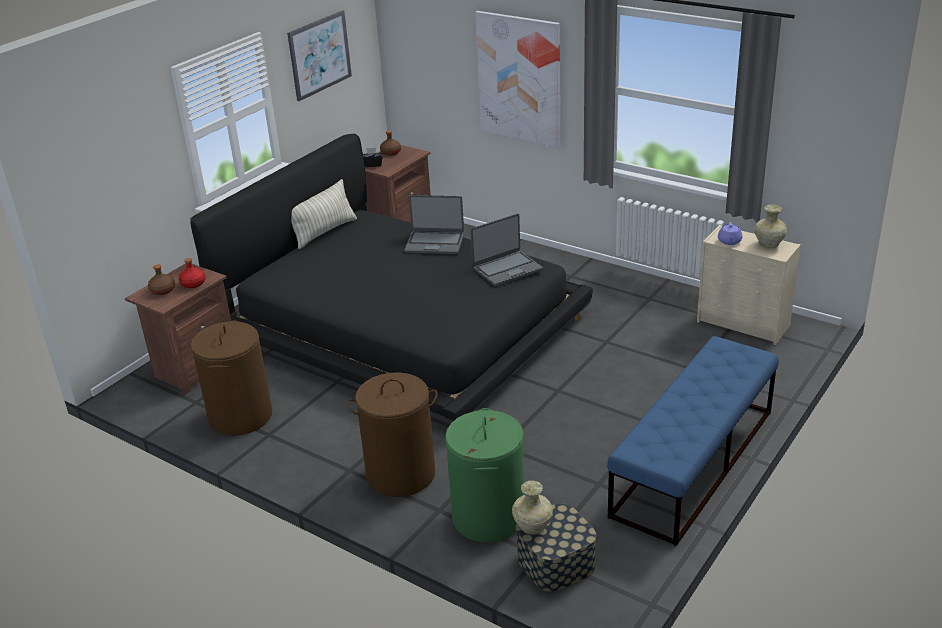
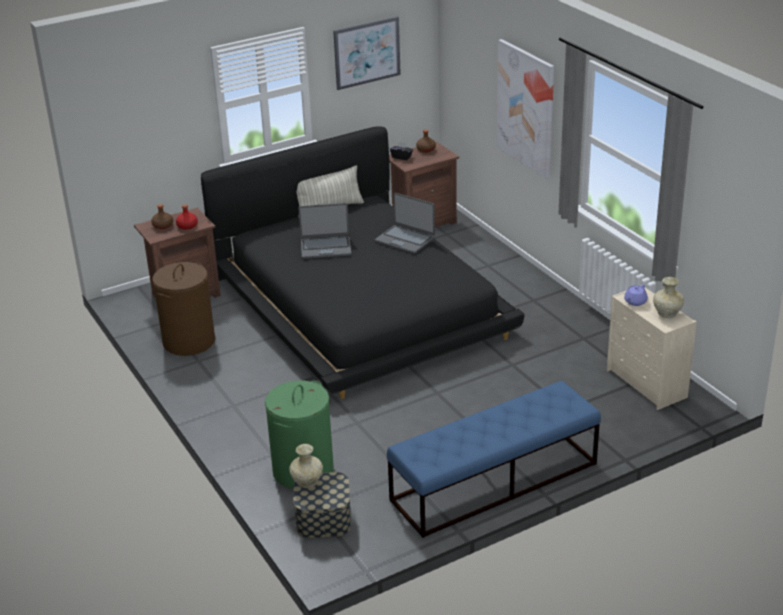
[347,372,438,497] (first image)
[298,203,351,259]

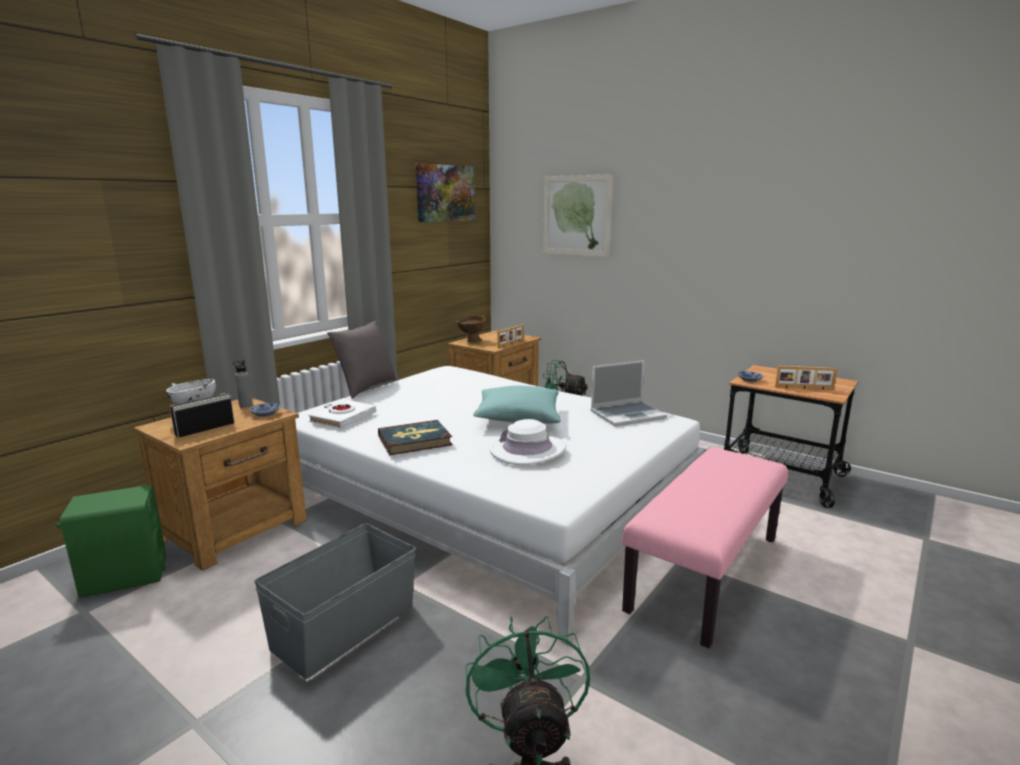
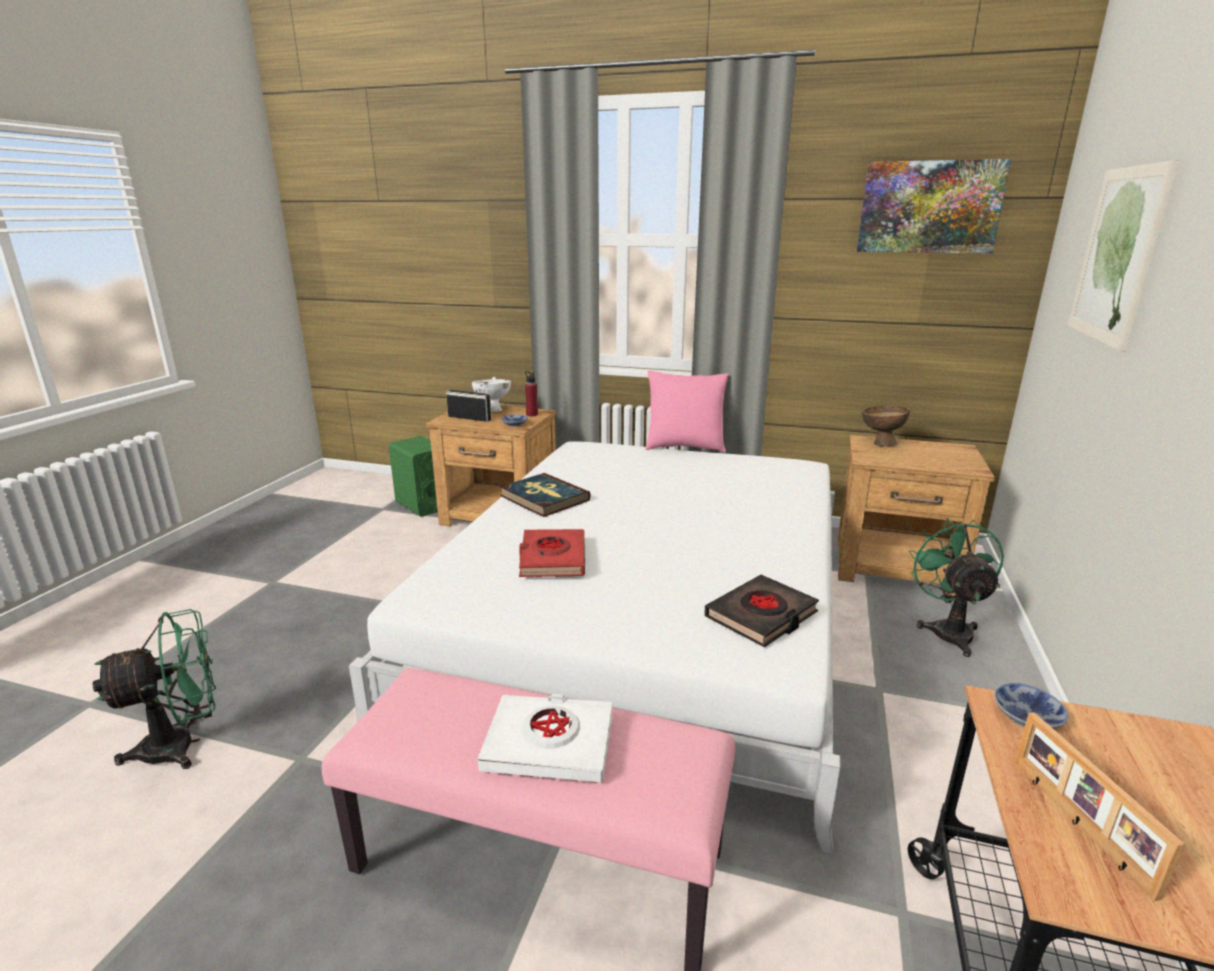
[525,371,538,416]
[254,524,416,679] (first image)
[478,694,612,782]
[645,370,729,452]
[473,385,561,423] (first image)
[519,529,585,577]
[497,325,524,348] (first image)
[704,575,819,647]

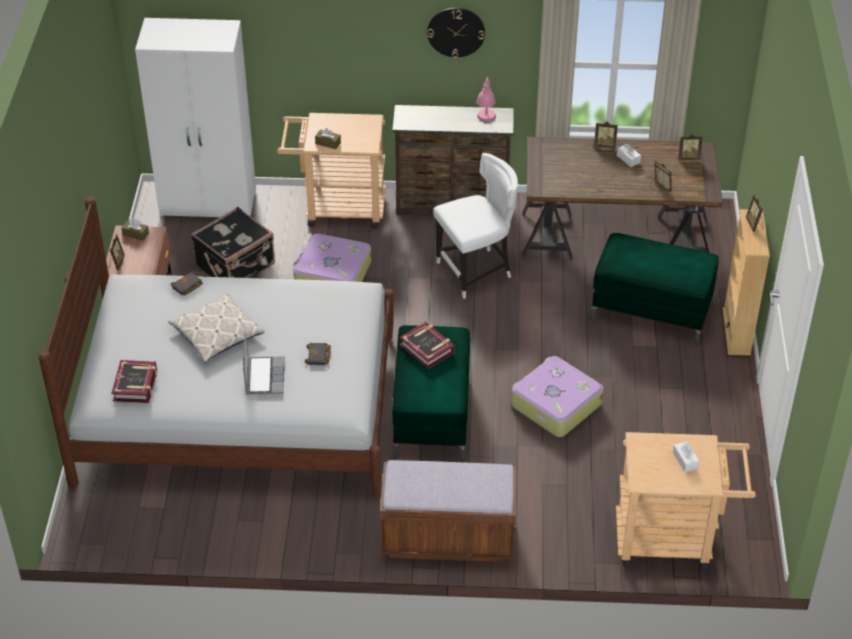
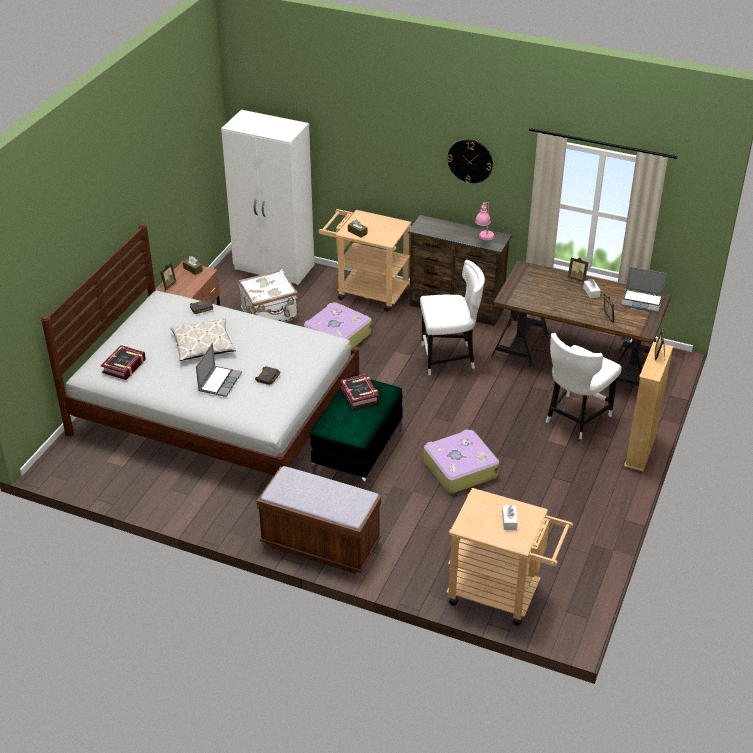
[238,270,299,322]
[546,333,622,439]
[621,267,667,313]

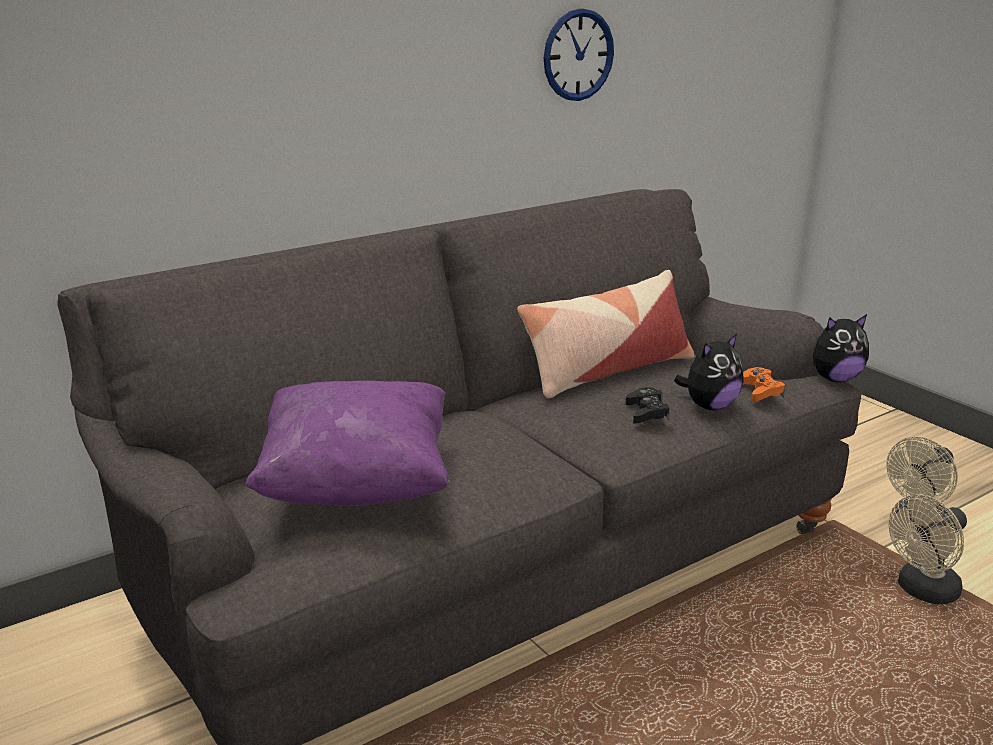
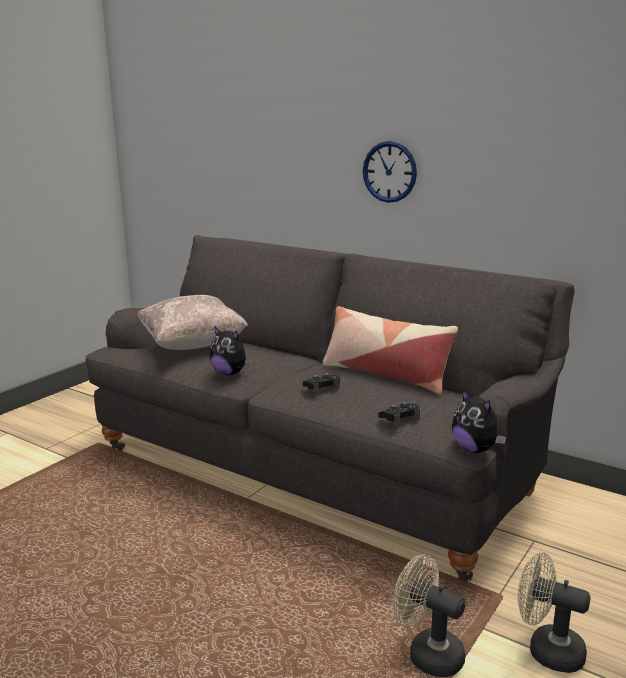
[137,295,248,350]
[363,141,417,203]
[210,326,253,375]
[379,402,420,426]

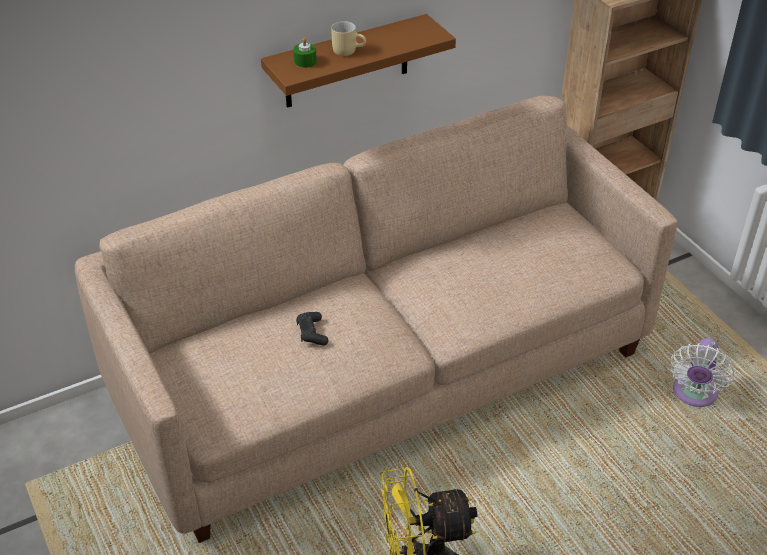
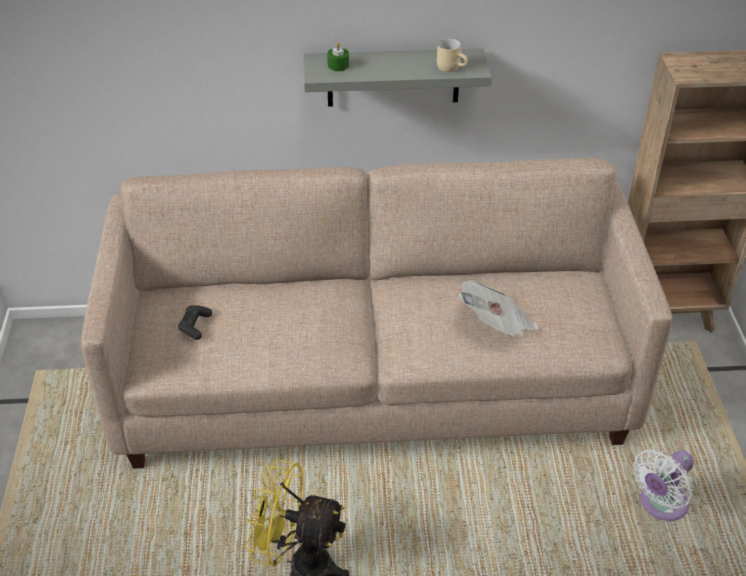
[303,48,492,107]
[178,305,212,340]
[437,38,468,72]
[458,280,539,337]

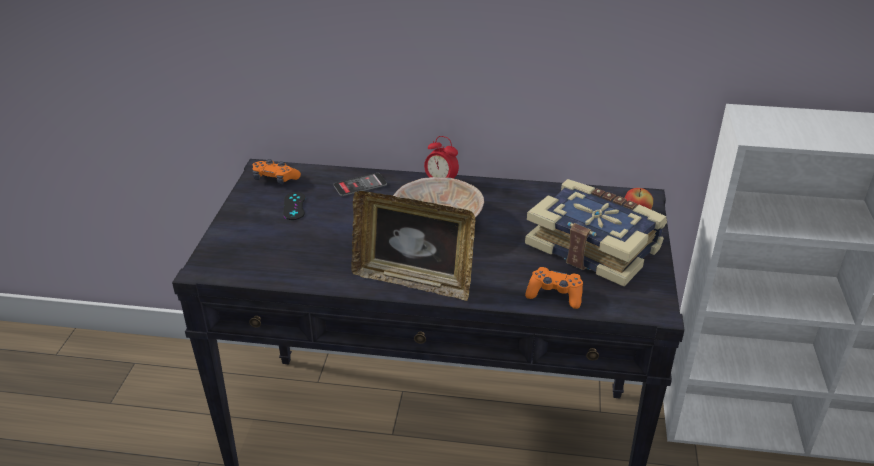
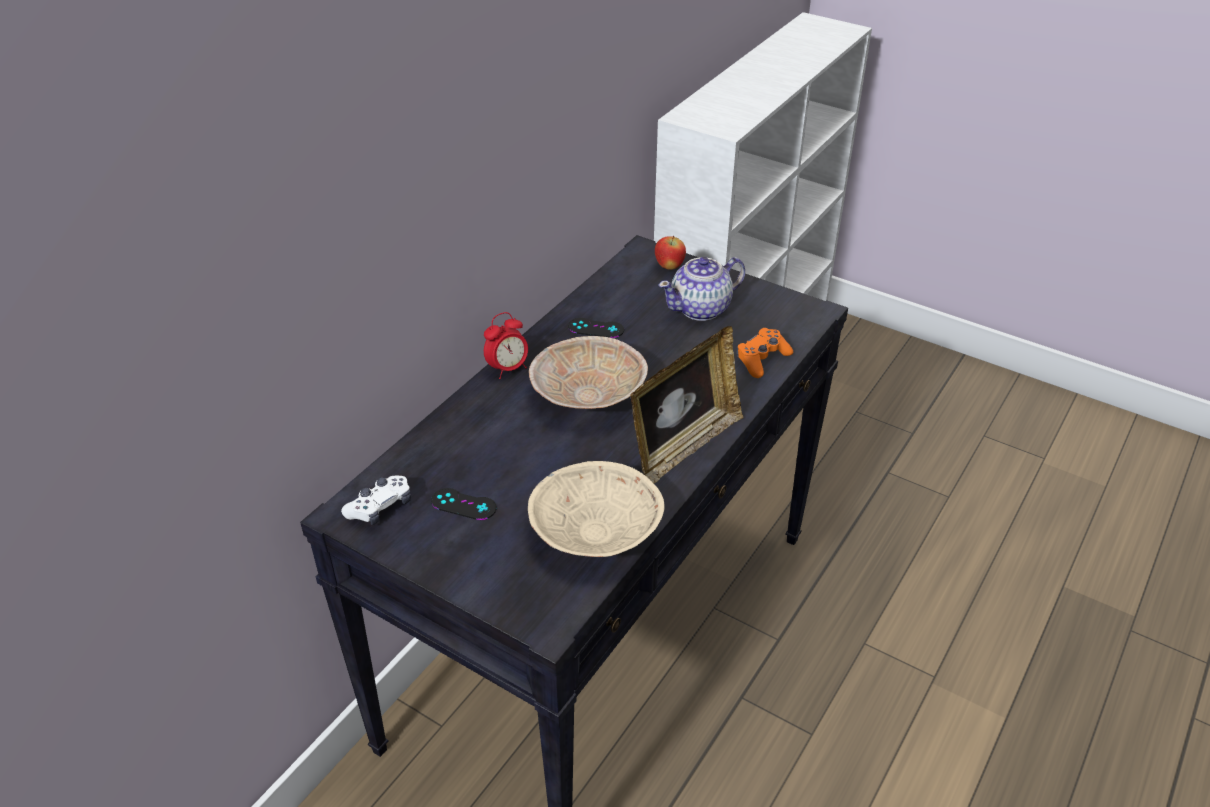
[341,476,411,525]
[333,173,387,196] (first image)
[659,257,745,321]
[528,461,665,557]
[568,318,624,338]

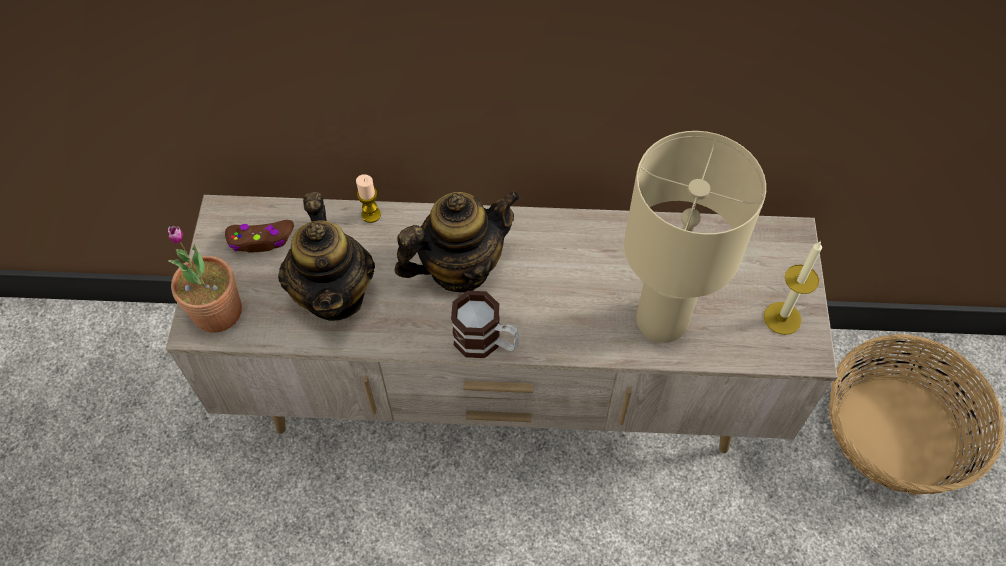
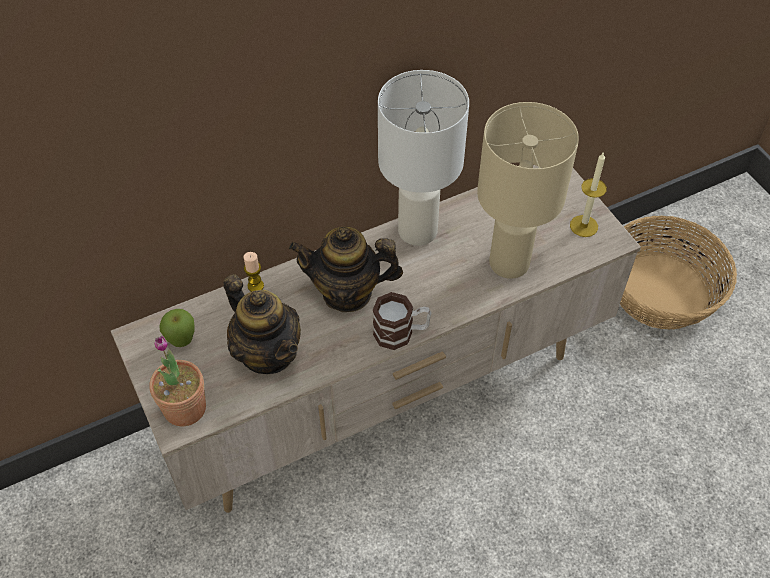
[159,309,195,347]
[289,227,403,312]
[378,70,469,246]

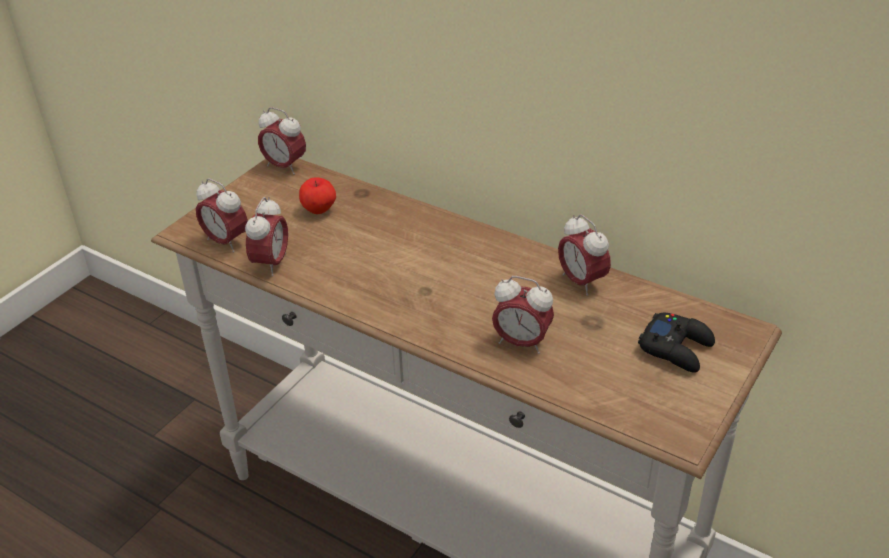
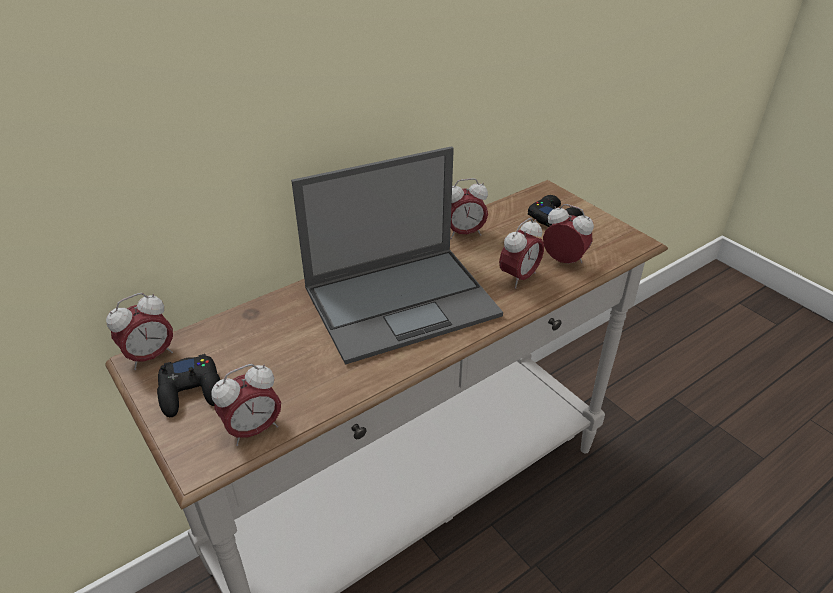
[543,204,594,264]
[299,177,336,214] (first image)
[157,354,220,417]
[291,146,503,365]

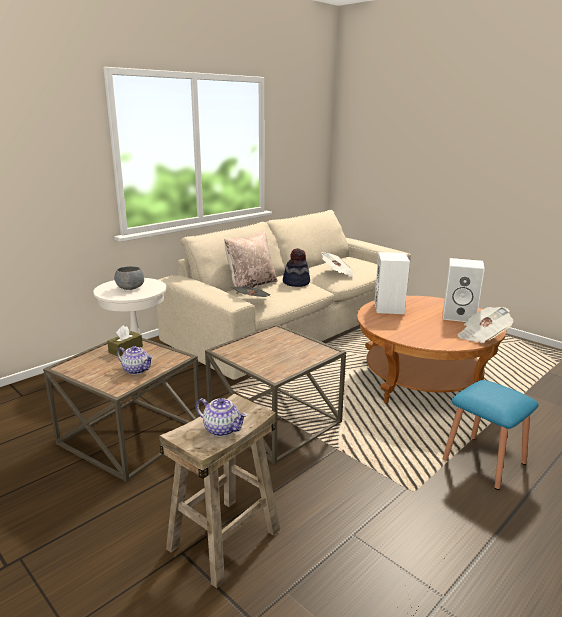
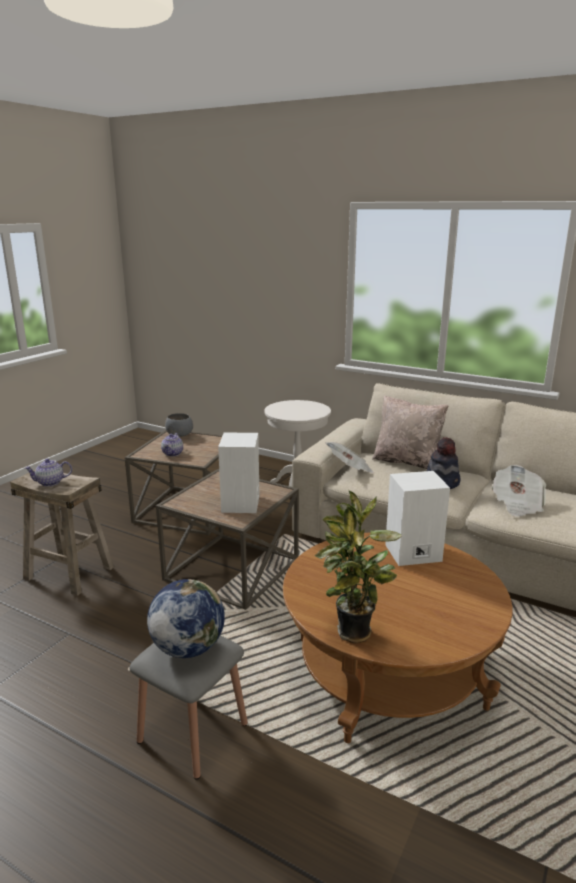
[107,325,143,356] (first image)
[165,413,193,437]
[25,459,72,486]
[130,635,248,780]
[218,432,259,513]
[314,490,402,644]
[147,579,225,658]

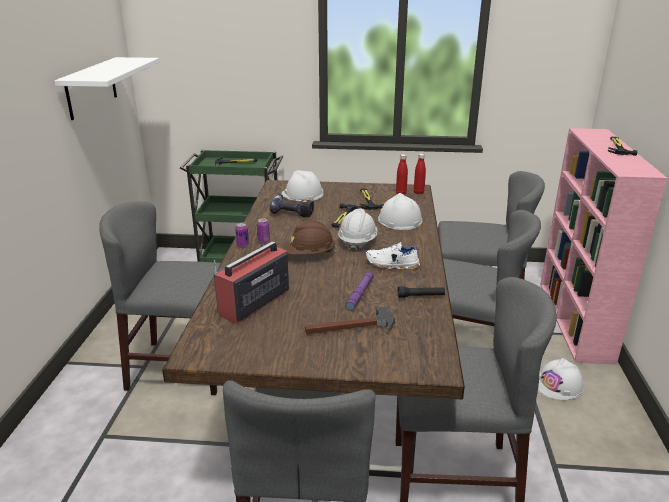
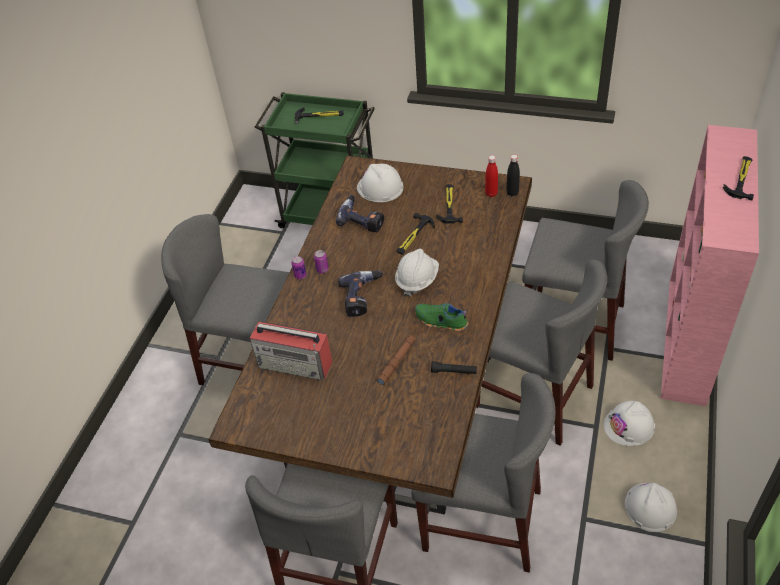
[54,57,159,120] (first image)
[250,322,332,380]
[338,270,384,317]
[305,306,395,334] (first image)
[377,335,416,385]
[415,303,469,331]
[625,483,677,532]
[506,155,520,196]

